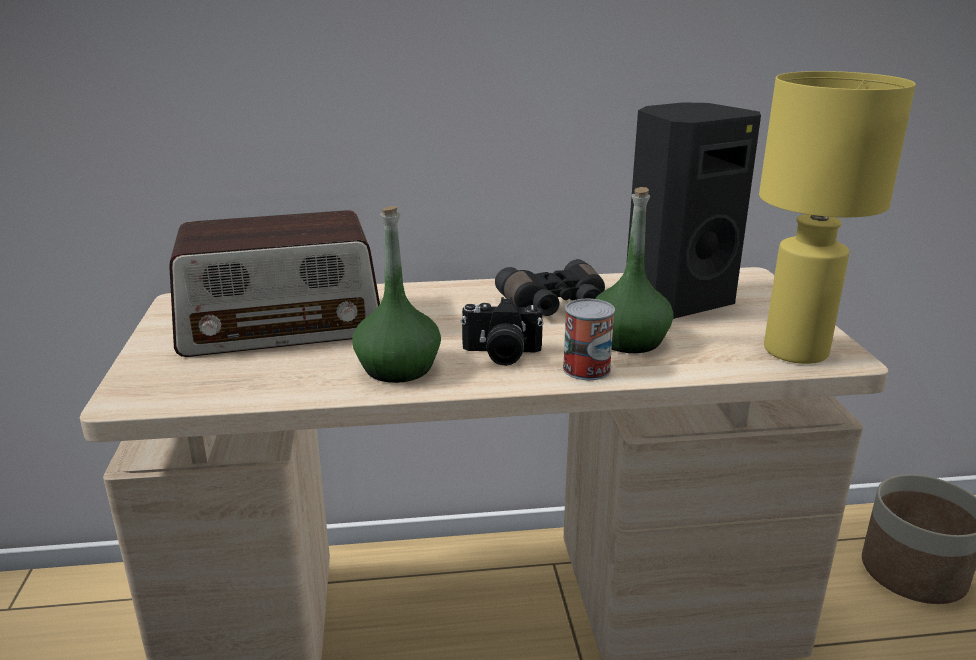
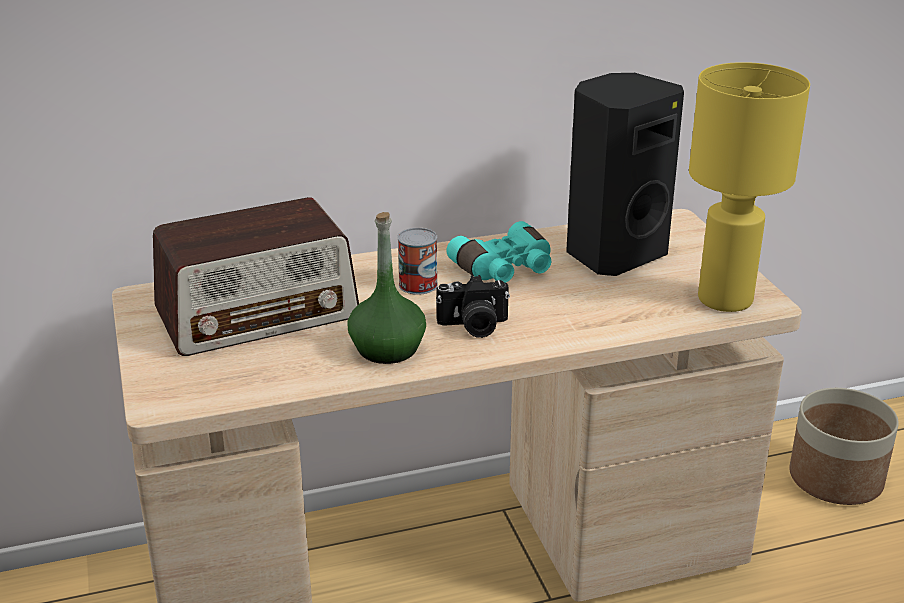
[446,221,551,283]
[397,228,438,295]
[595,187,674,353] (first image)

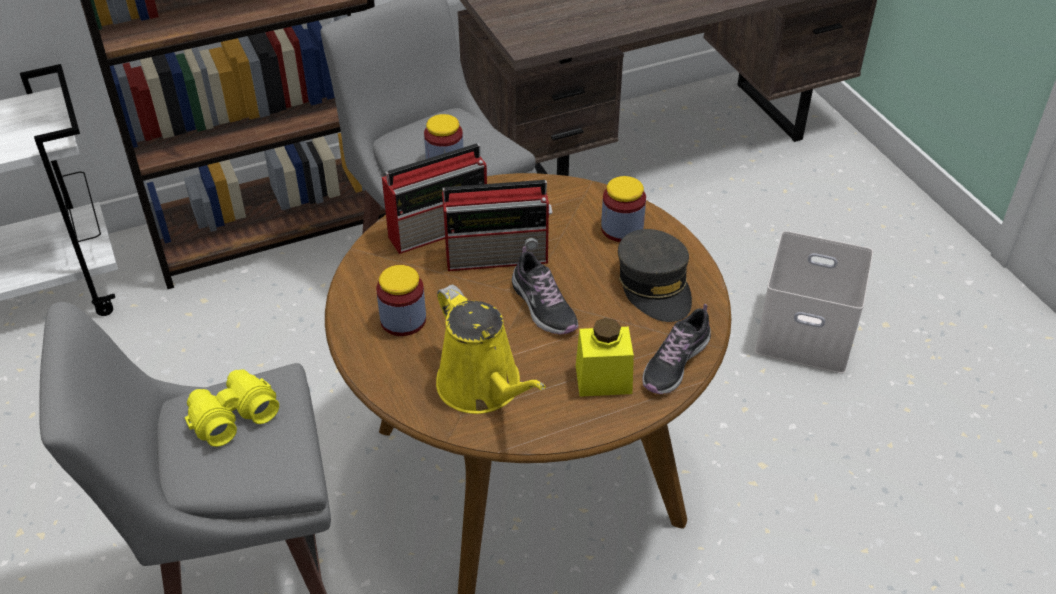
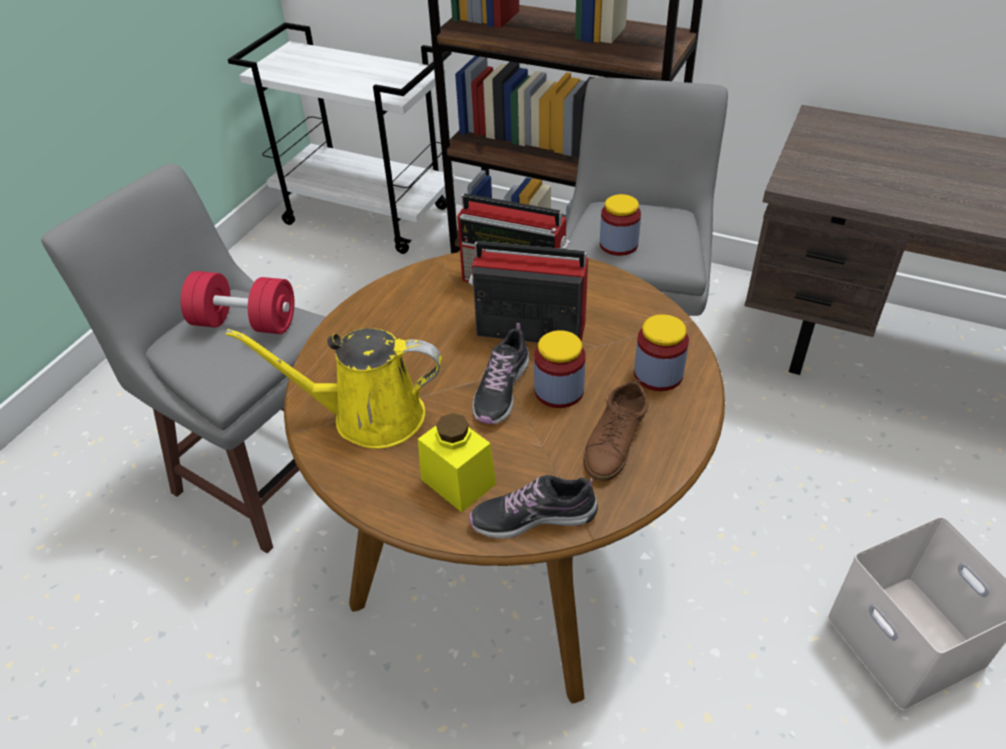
[181,271,294,334]
[534,330,586,408]
[225,328,442,449]
[468,241,588,343]
[584,379,649,481]

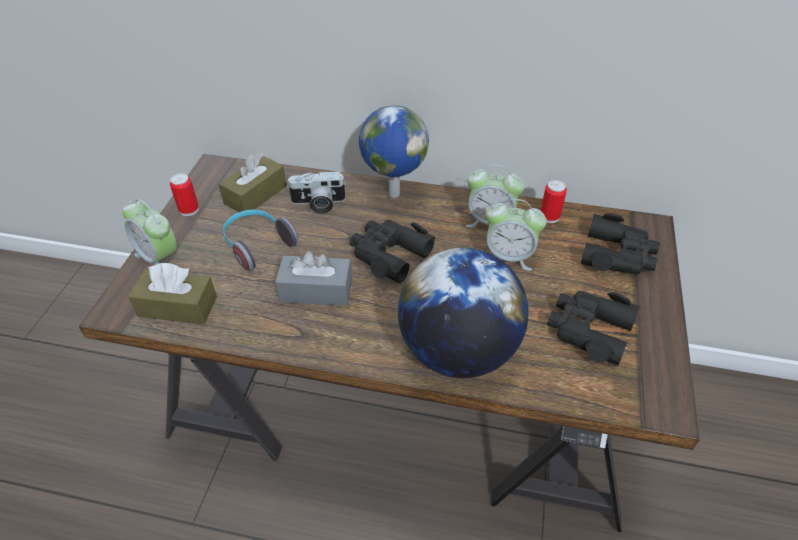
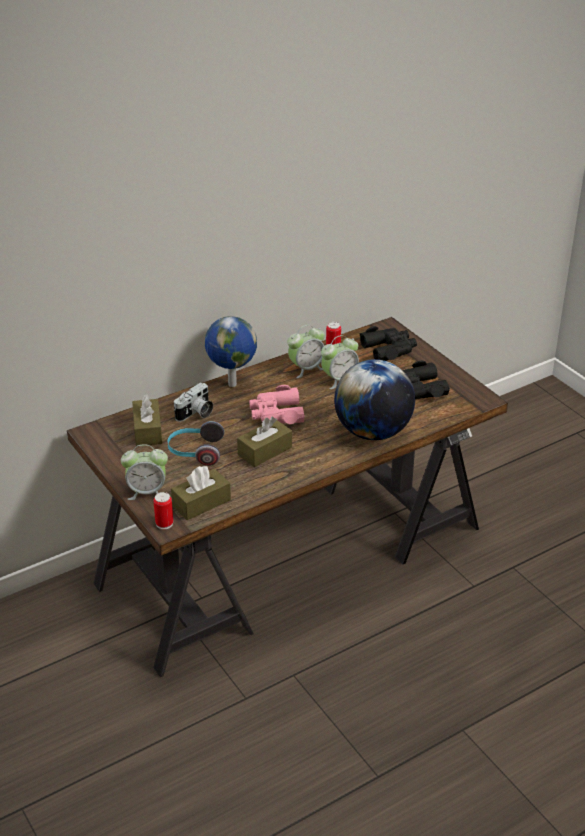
[154,492,173,529]
[237,417,292,467]
[249,385,305,424]

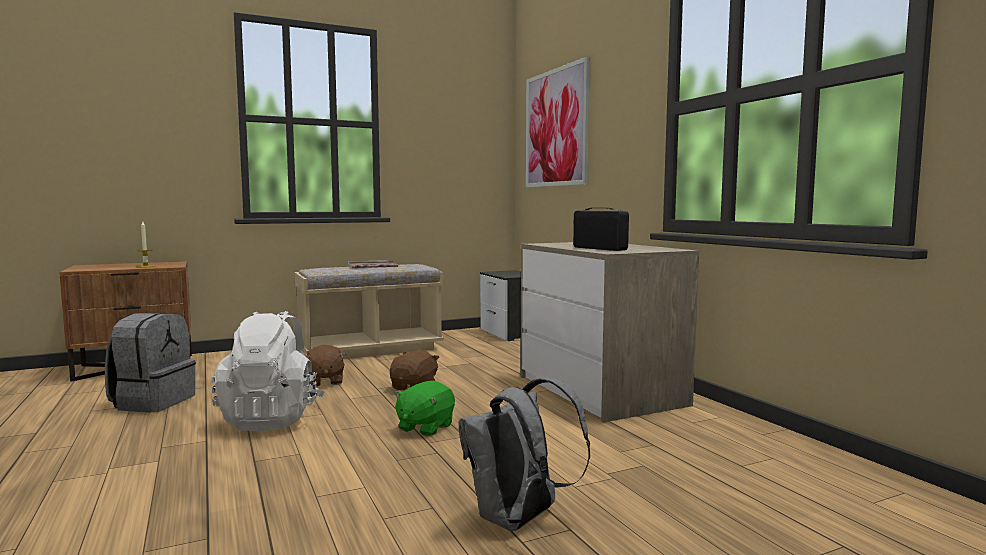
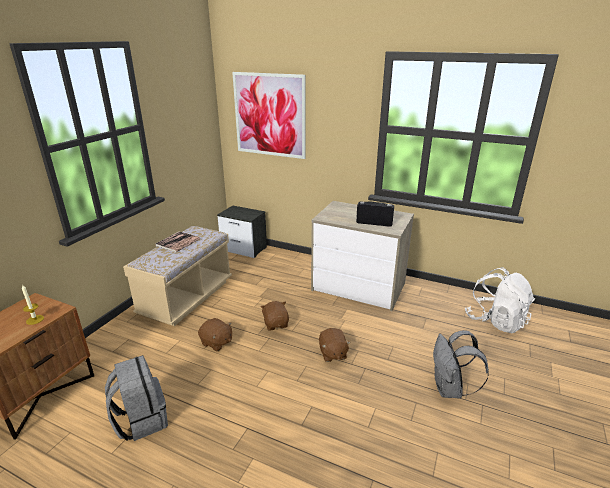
[465,267,535,334]
[319,328,351,362]

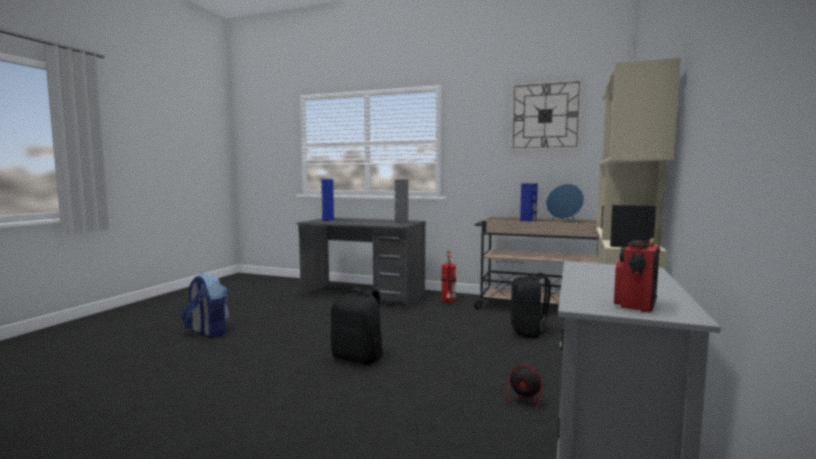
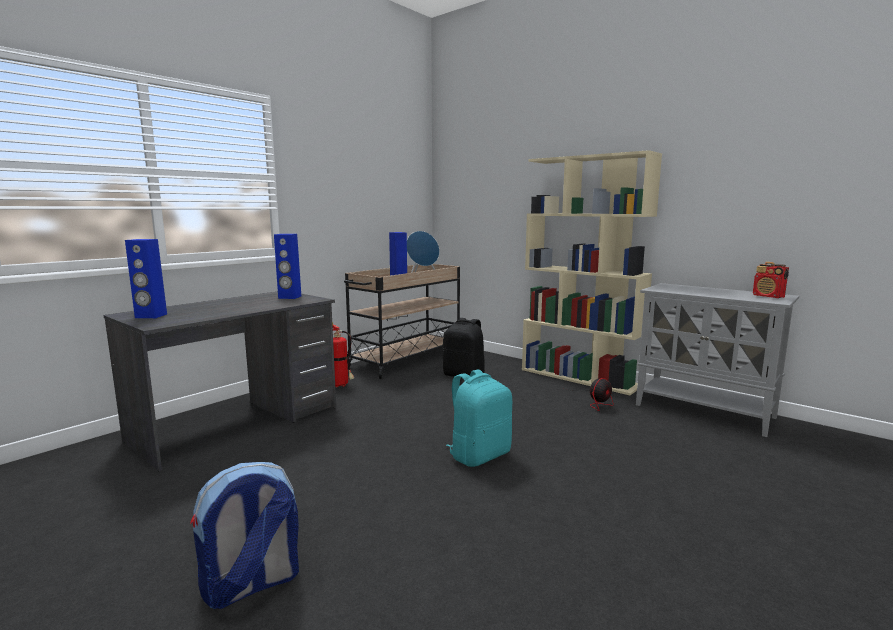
[446,369,512,467]
[274,234,301,299]
[510,79,583,151] (first image)

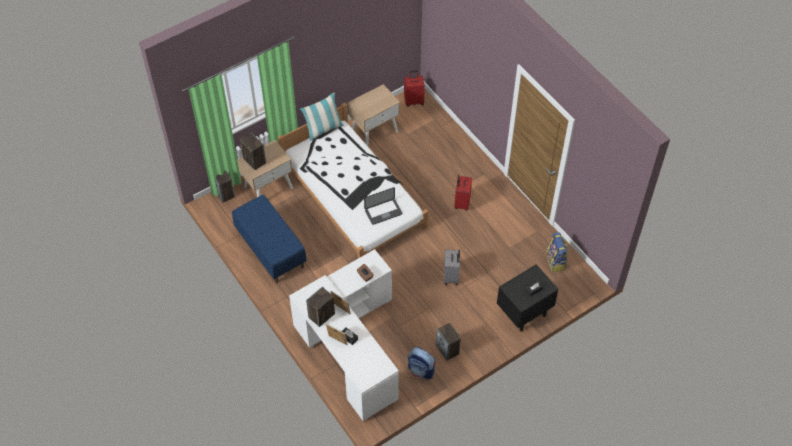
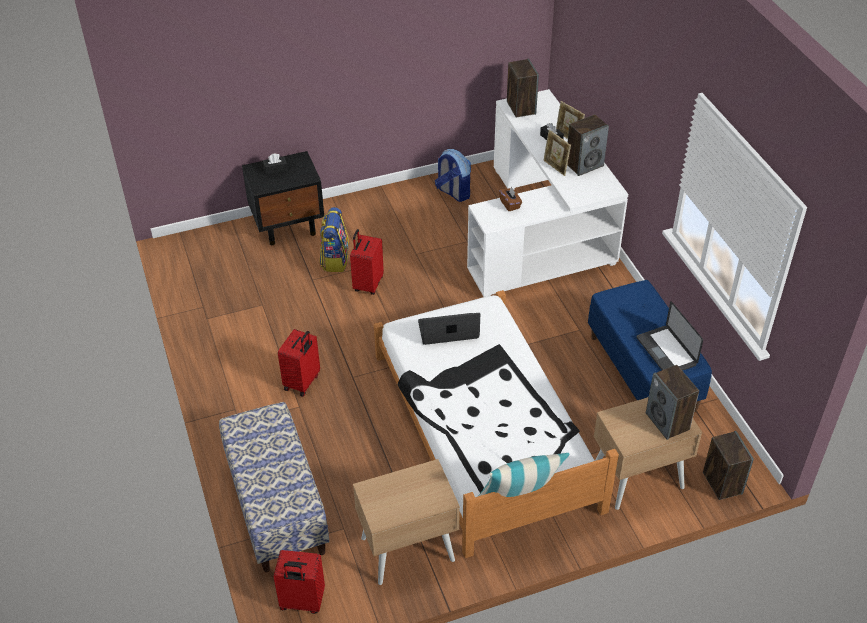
[507,59,539,118]
[350,229,384,295]
[320,207,349,272]
[219,402,329,572]
[637,301,703,371]

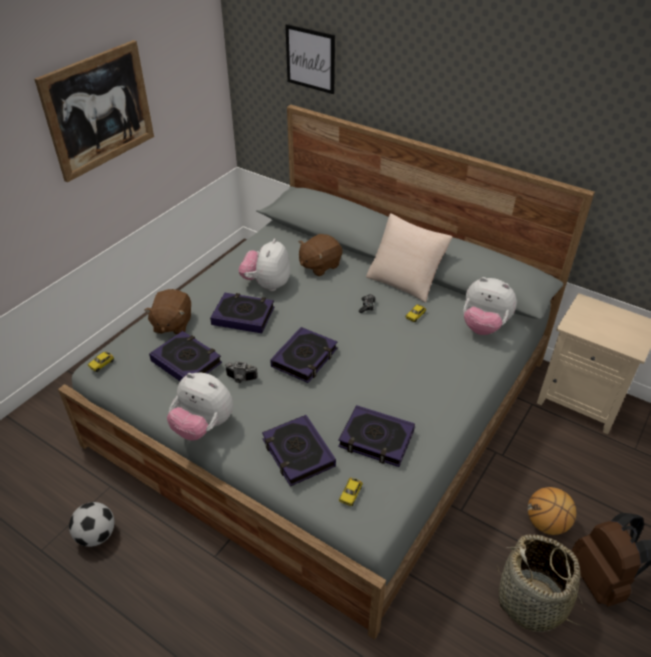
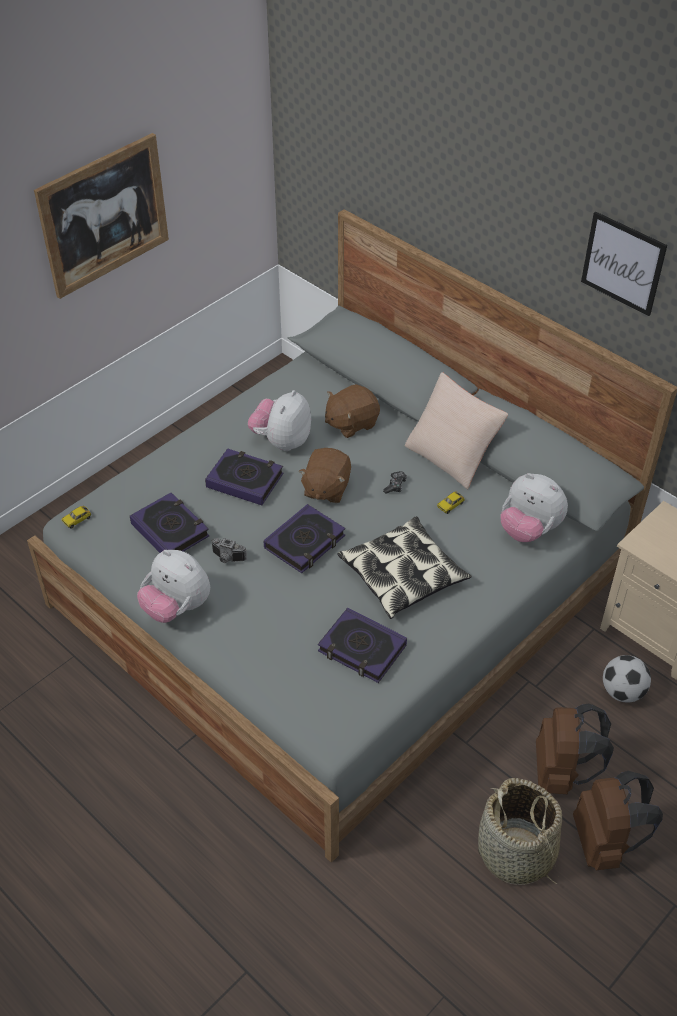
[603,655,651,703]
[299,448,351,503]
[262,415,336,487] (first image)
[581,211,667,316]
[339,478,363,506] (first image)
[536,704,614,794]
[337,516,472,619]

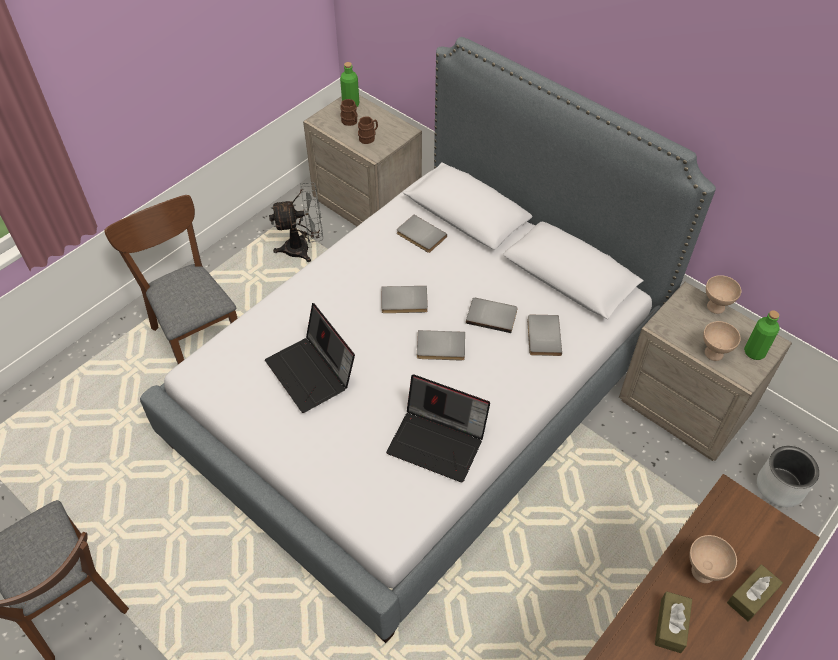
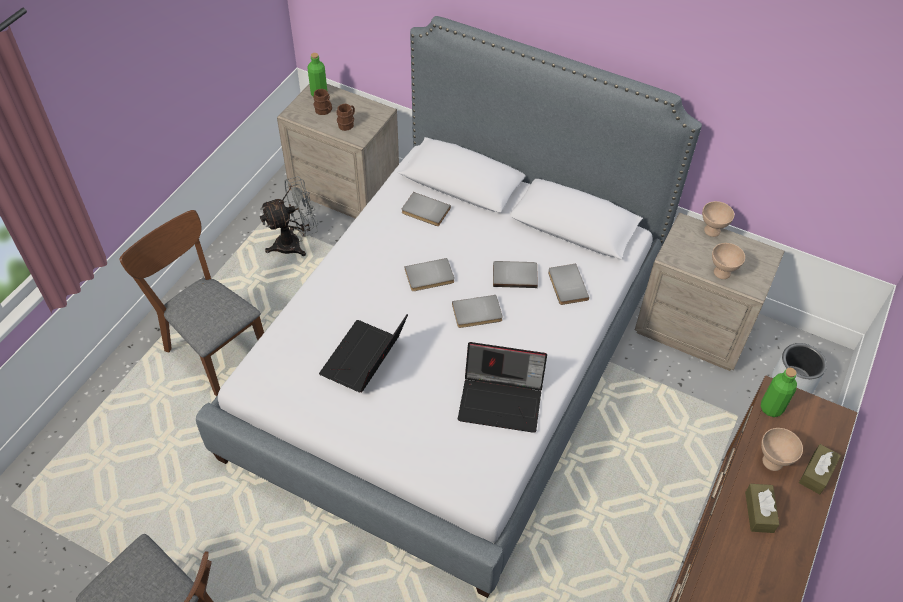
[319,314,408,392]
[761,368,797,417]

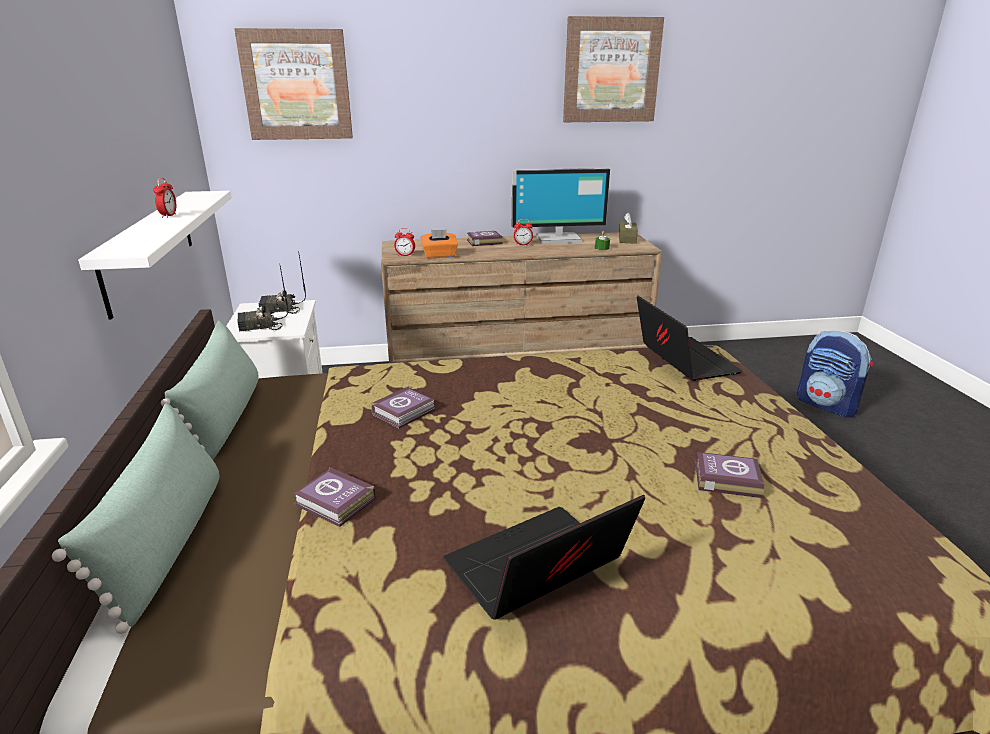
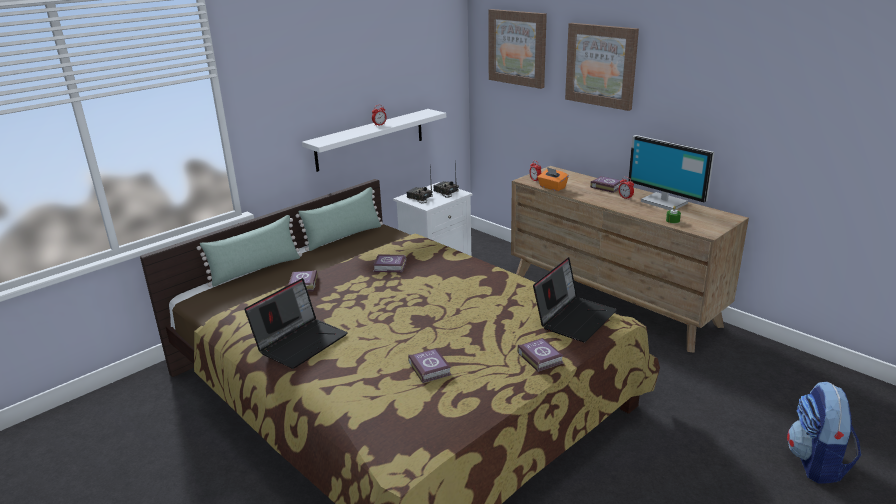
[244,278,347,369]
[565,23,639,111]
[619,213,638,244] (first image)
[517,338,564,372]

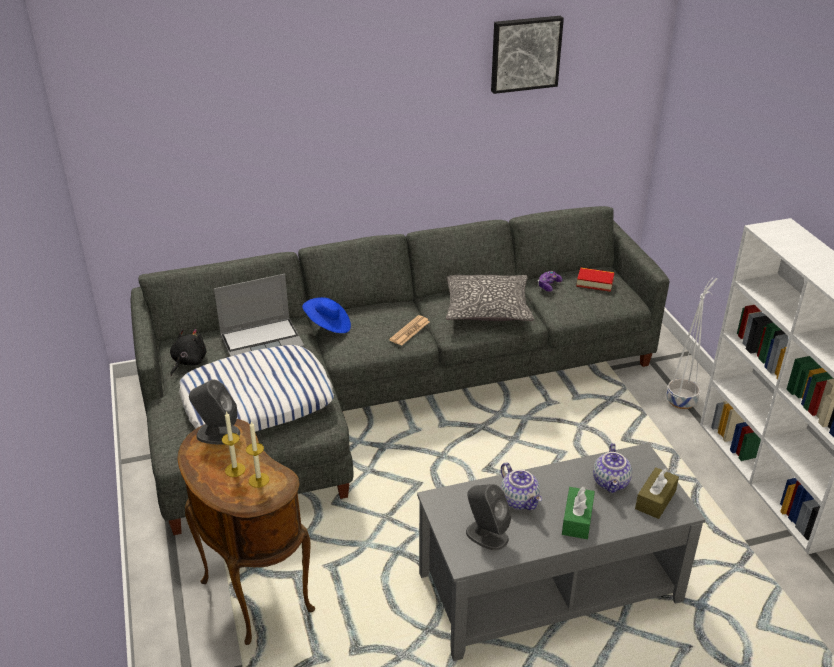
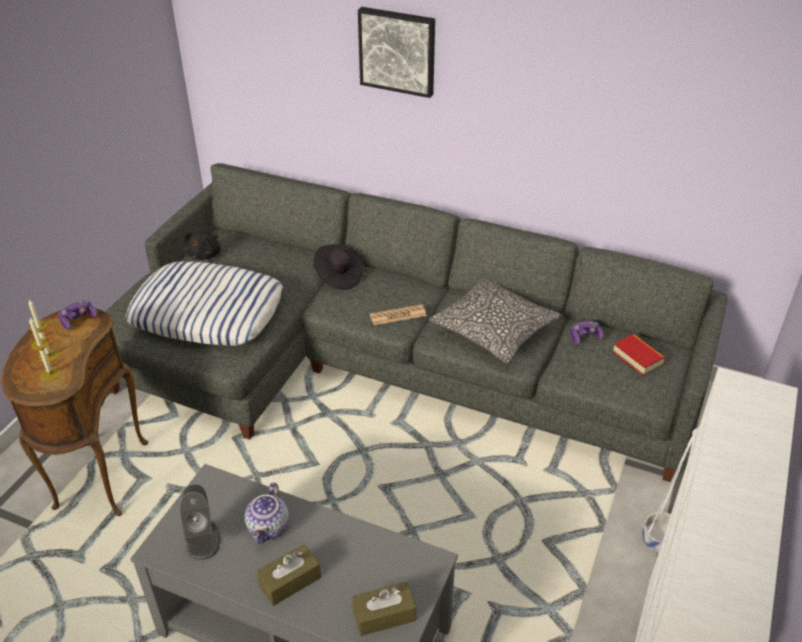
[185,231,221,260]
[58,301,98,330]
[214,274,304,357] (first image)
[314,244,364,290]
[358,7,435,98]
[257,544,321,606]
[593,443,632,493] (first image)

